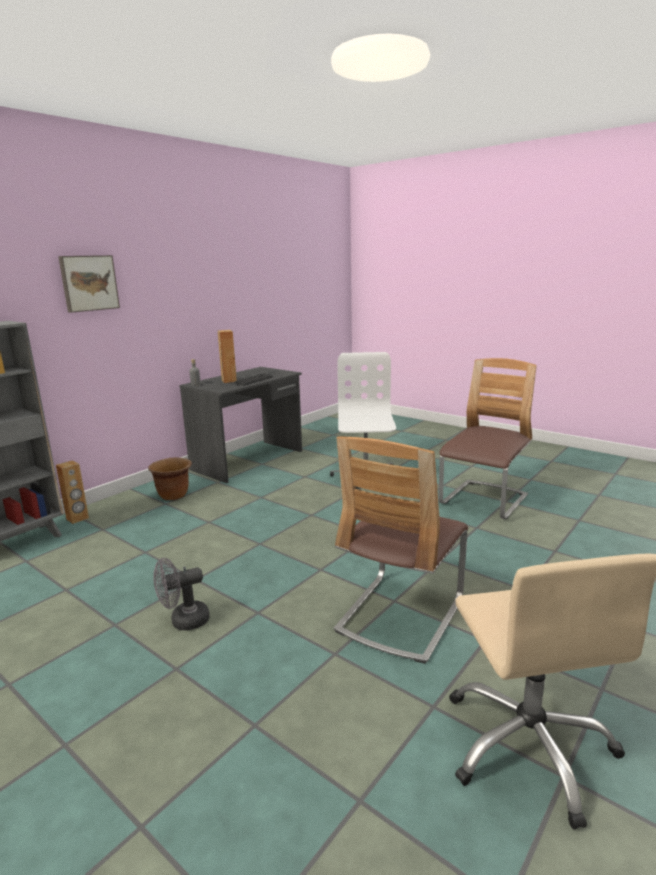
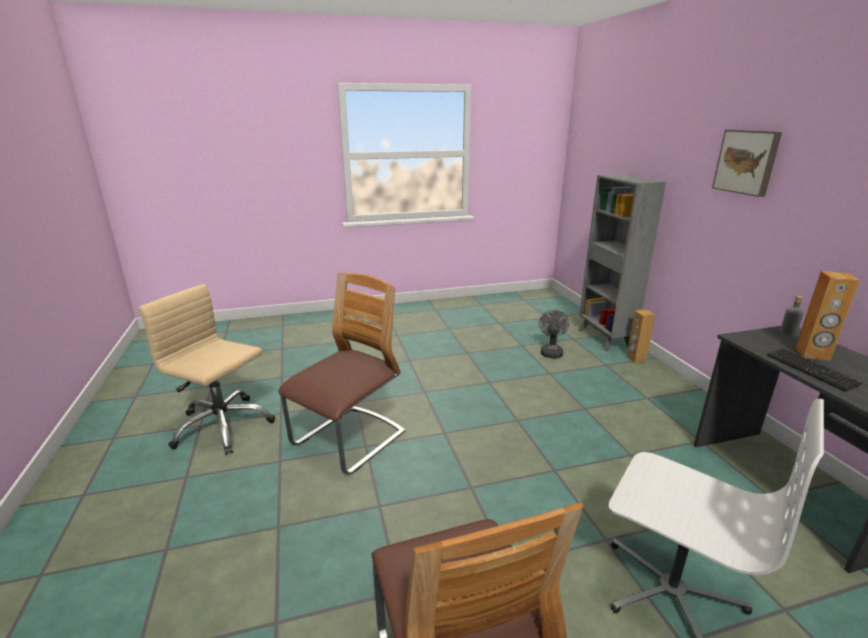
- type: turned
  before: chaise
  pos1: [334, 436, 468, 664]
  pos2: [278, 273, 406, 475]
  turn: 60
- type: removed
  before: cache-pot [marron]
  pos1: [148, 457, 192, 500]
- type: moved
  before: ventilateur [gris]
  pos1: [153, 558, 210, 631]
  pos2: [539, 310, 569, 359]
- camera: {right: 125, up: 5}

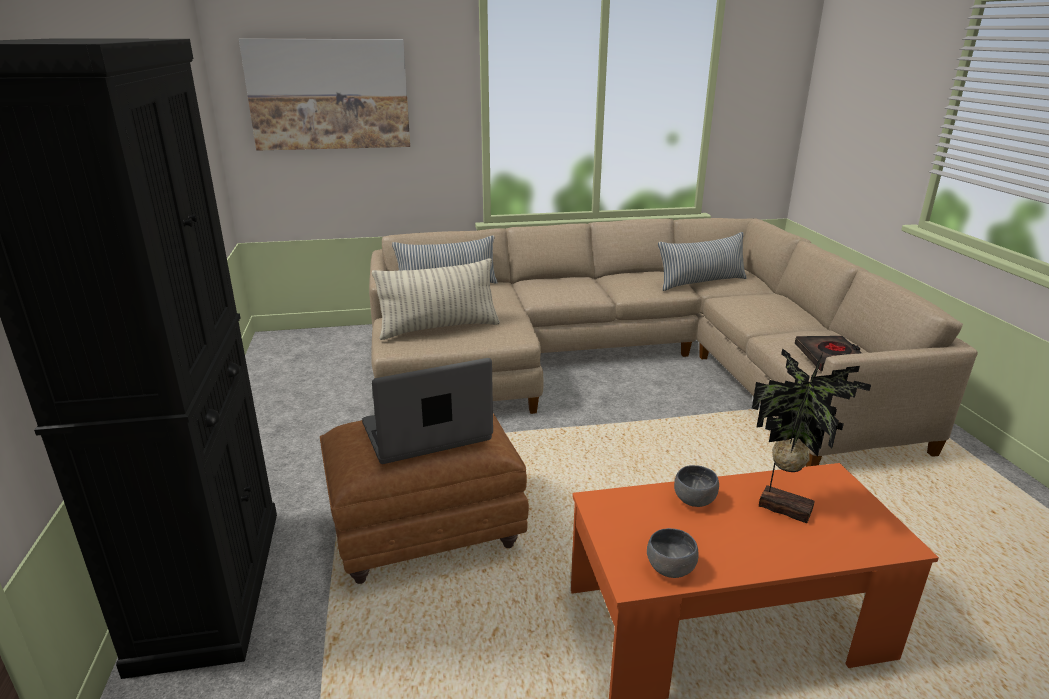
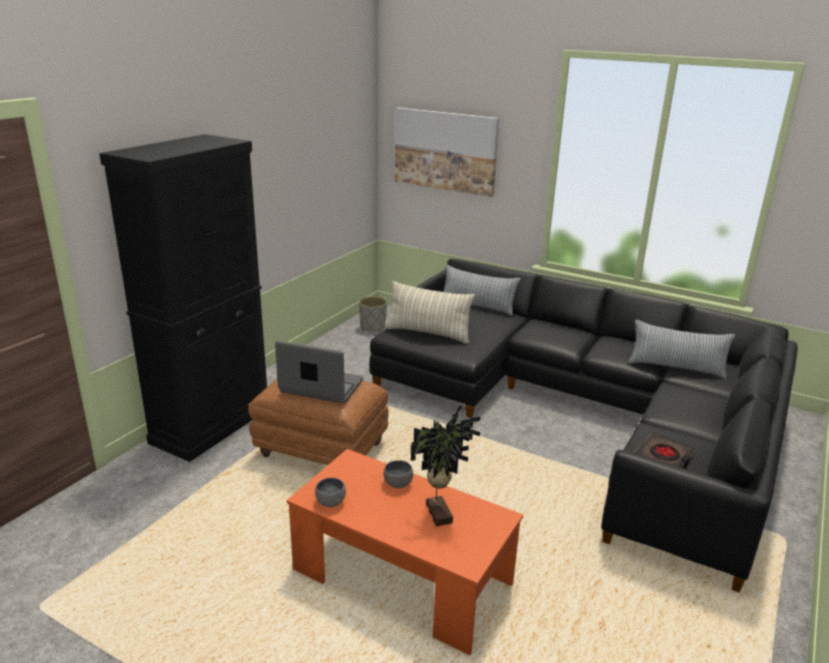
- type: recoloured
  before: canapé [beige]
  after: canapé [noir]
  pos1: [369, 218, 978, 467]
  pos2: [369, 259, 798, 592]
- type: added
  after: cache-pot [gris]
  pos2: [359, 296, 387, 332]
- camera: {right: 40, up: 0}

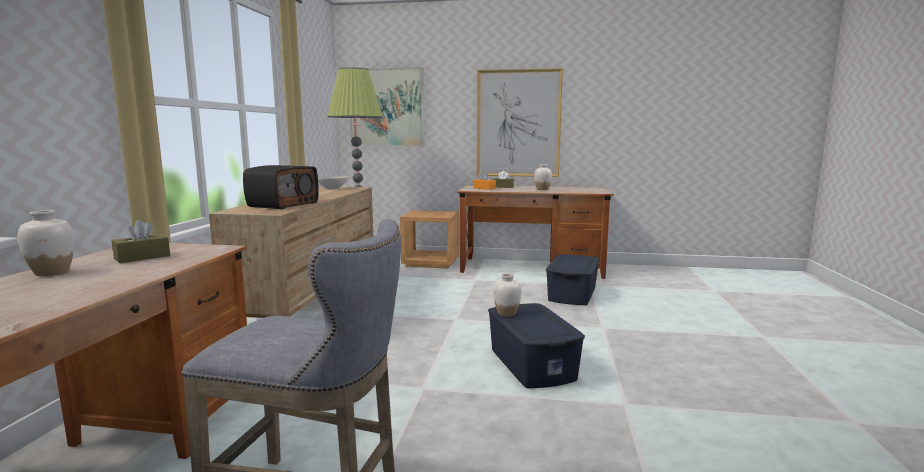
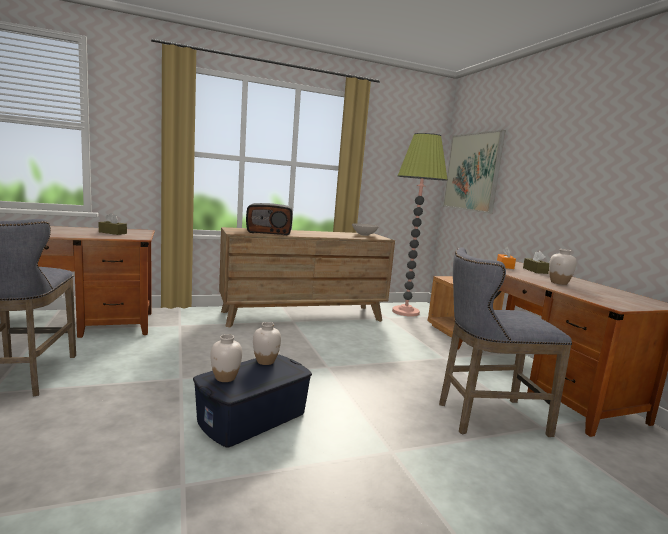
- type: removed
  before: tableau
  pos1: [477, 68, 563, 177]
- type: moved
  before: vase [blanc]
  pos1: [17, 210, 74, 276]
  pos2: [210, 334, 242, 382]
- type: replaced
  before: boîte de rangement [bleu]
  after: tabouret [gris]
  pos1: [546, 254, 600, 305]
  pos2: [439, 247, 572, 437]
- camera: {right: 60, up: 0}

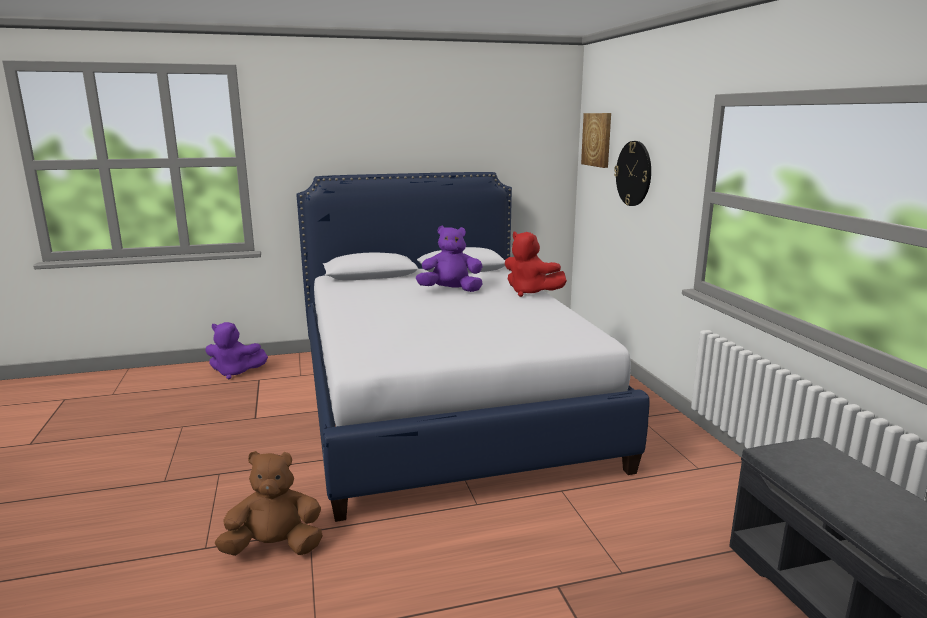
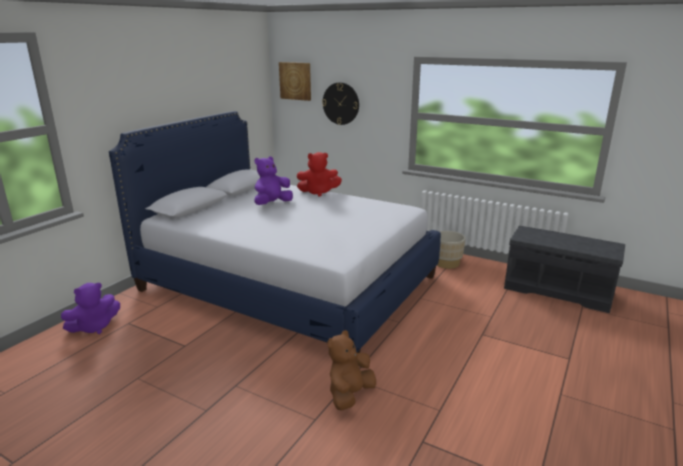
- type: added
  after: cache-pot [beige]
  pos2: [437, 231, 465, 269]
- camera: {right: -45, up: 5}

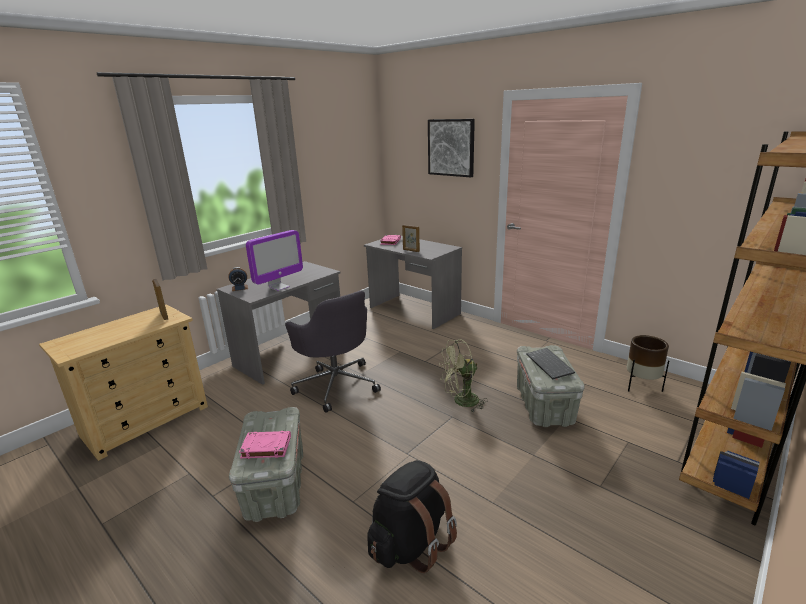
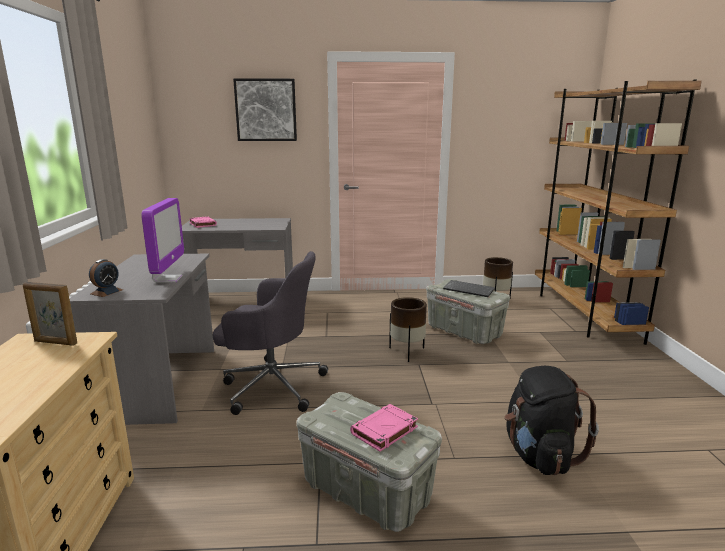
- type: removed
  before: cadre photo
  pos1: [402, 225, 420, 252]
- type: replaced
  before: ventilateur [vert]
  after: cache-pot [marron]
  pos1: [439, 339, 488, 412]
  pos2: [389, 297, 427, 362]
- camera: {right: -45, up: -5}

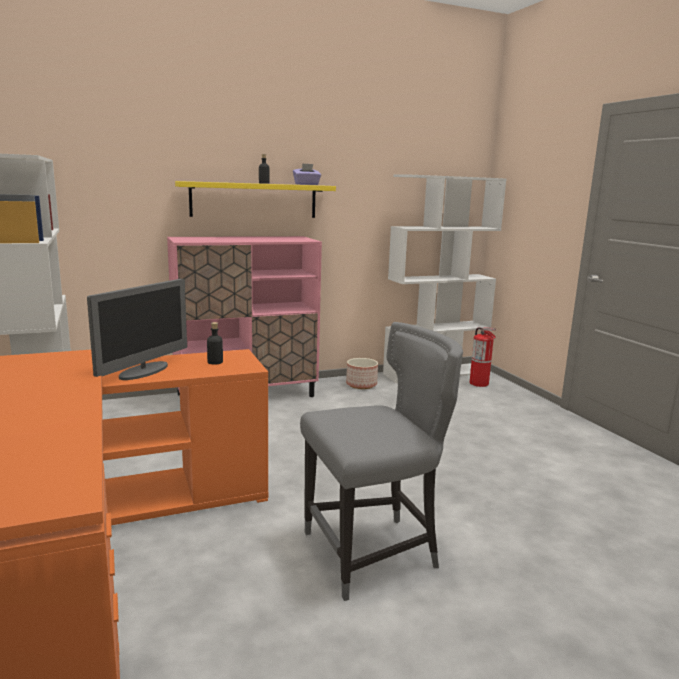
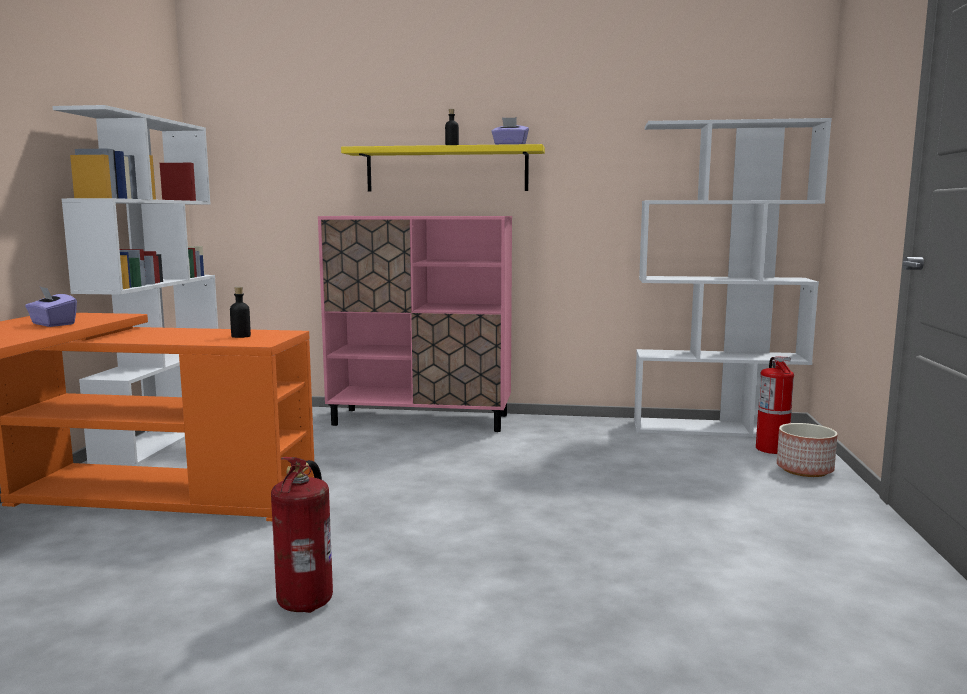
- type: removed
  before: écran d'ordinateur
  pos1: [87, 279, 187, 380]
- type: replaced
  before: chaise [gris]
  after: extincteur
  pos1: [300, 322, 463, 601]
  pos2: [271, 457, 333, 613]
- type: moved
  before: cache-pot
  pos1: [346, 358, 378, 389]
  pos2: [777, 423, 838, 477]
- type: added
  after: boîte à mouchoirs [violet]
  pos2: [25, 287, 77, 327]
- camera: {right: 30, up: -5}

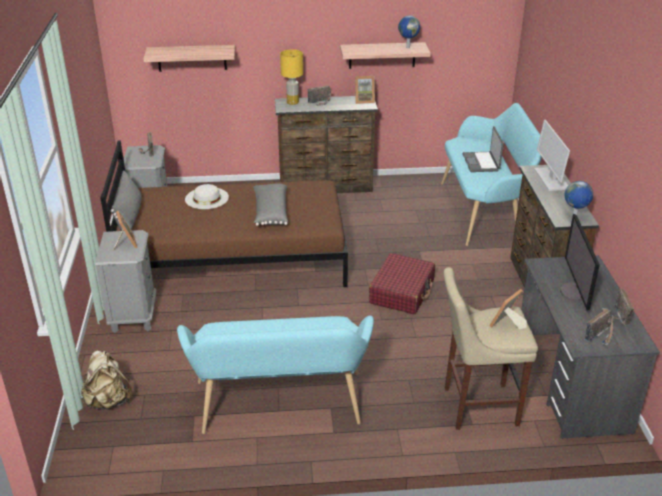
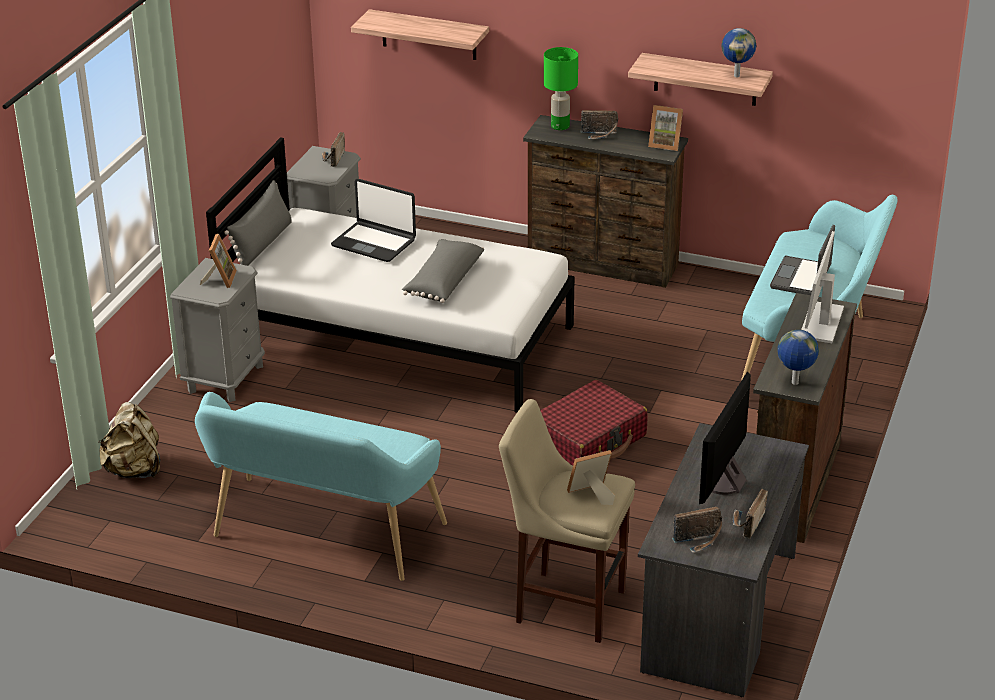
- type: recoloured
  before: lampe de table [jaune]
  after: lampe de table [vert]
  pos1: [280, 49, 303, 105]
  pos2: [544, 47, 578, 130]
- type: recoloured
  before: lit [marron]
  after: lit [blanc]
  pos1: [100, 140, 348, 287]
  pos2: [206, 137, 575, 413]
- type: replaced
  before: chapeau [blanc]
  after: ordinateur portable
  pos1: [185, 184, 229, 209]
  pos2: [331, 179, 416, 262]
- camera: {right: 25, up: 0}

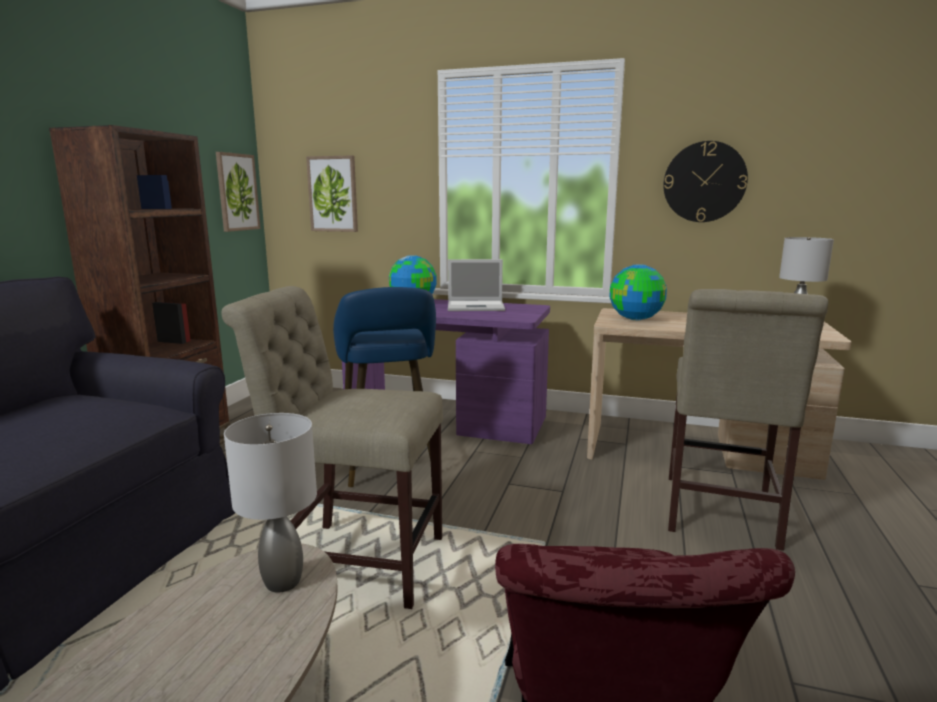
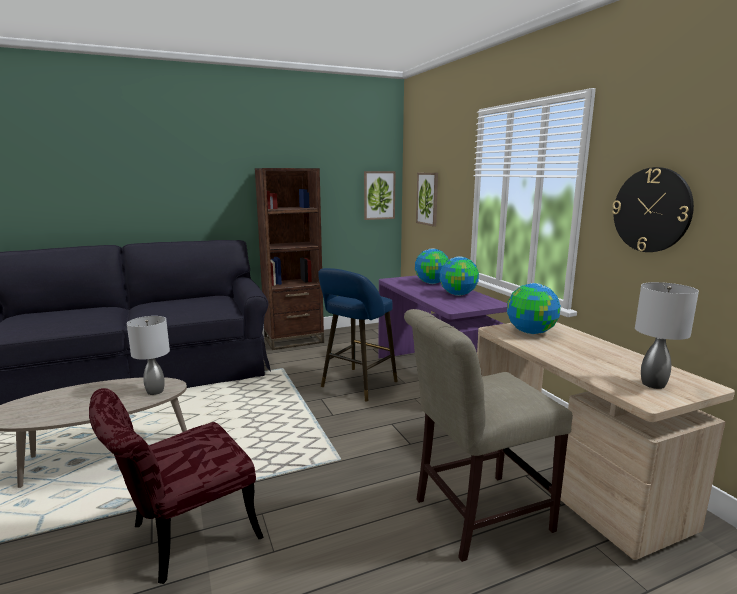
- type: replaced
  before: ordinateur portable
  after: globe
  pos1: [448, 259, 505, 311]
  pos2: [440, 256, 479, 296]
- type: removed
  before: chaise [beige]
  pos1: [221, 286, 443, 609]
- camera: {right: 50, up: 0}

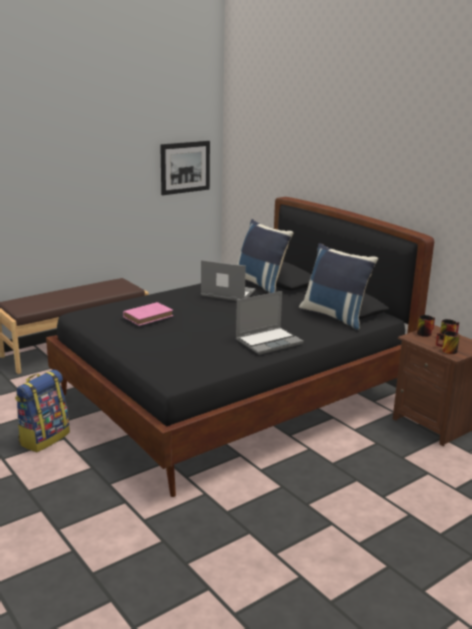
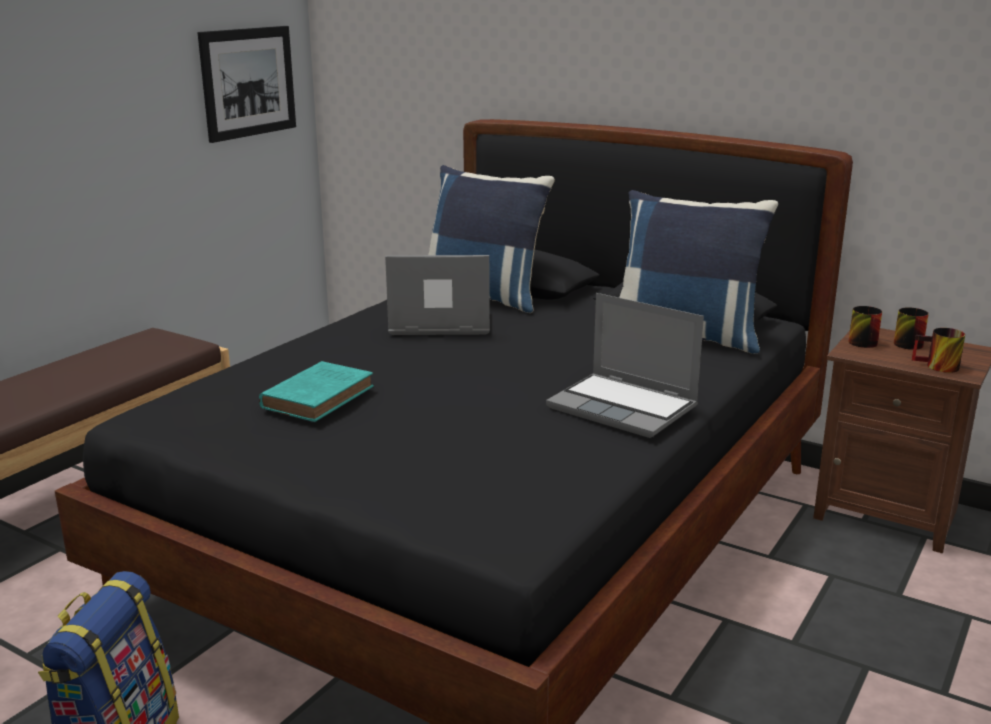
- type: turned
  before: ordinateur portable
  pos1: [236, 291, 304, 355]
  pos2: [546, 293, 704, 438]
  turn: 90
- type: recoloured
  before: livre [rose]
  after: livre [turquoise]
  pos1: [123, 302, 173, 326]
  pos2: [259, 361, 374, 422]
- camera: {right: -20, up: 0}

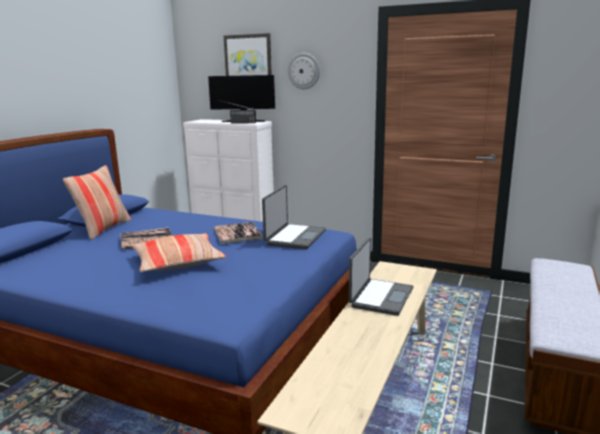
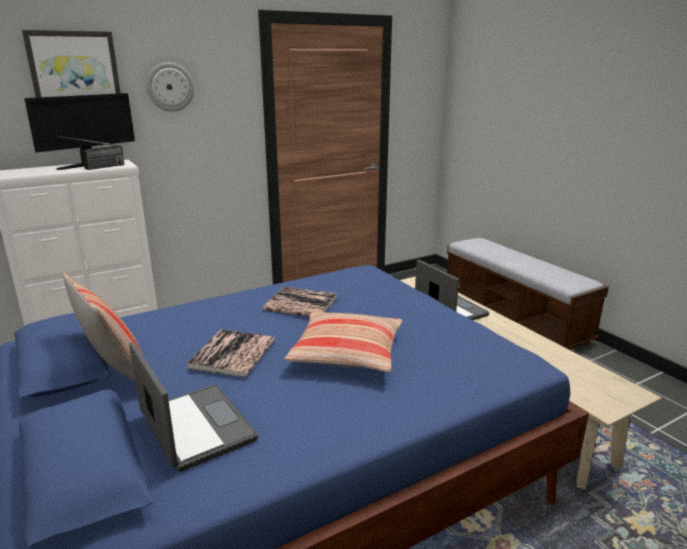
- type: moved
  before: ordinateur portable
  pos1: [262, 185, 326, 250]
  pos2: [129, 342, 258, 472]
- camera: {right: -55, up: 5}

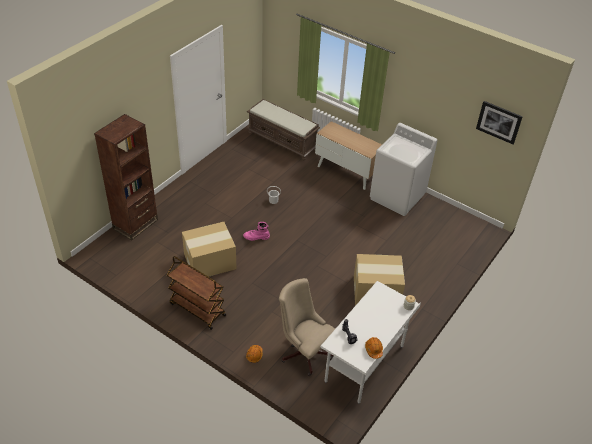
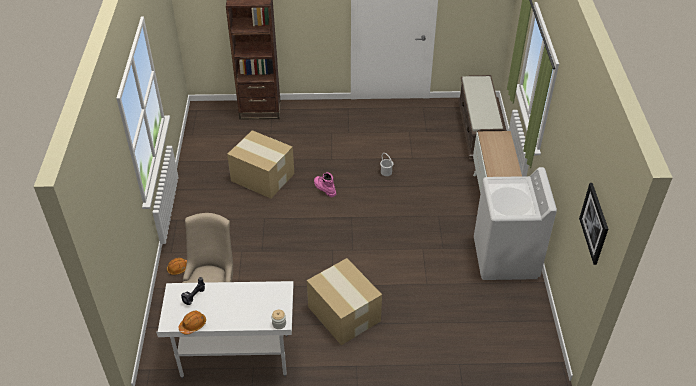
- type: removed
  before: chariot [marron]
  pos1: [167, 256, 226, 330]
- camera: {right: 55, up: 0}

